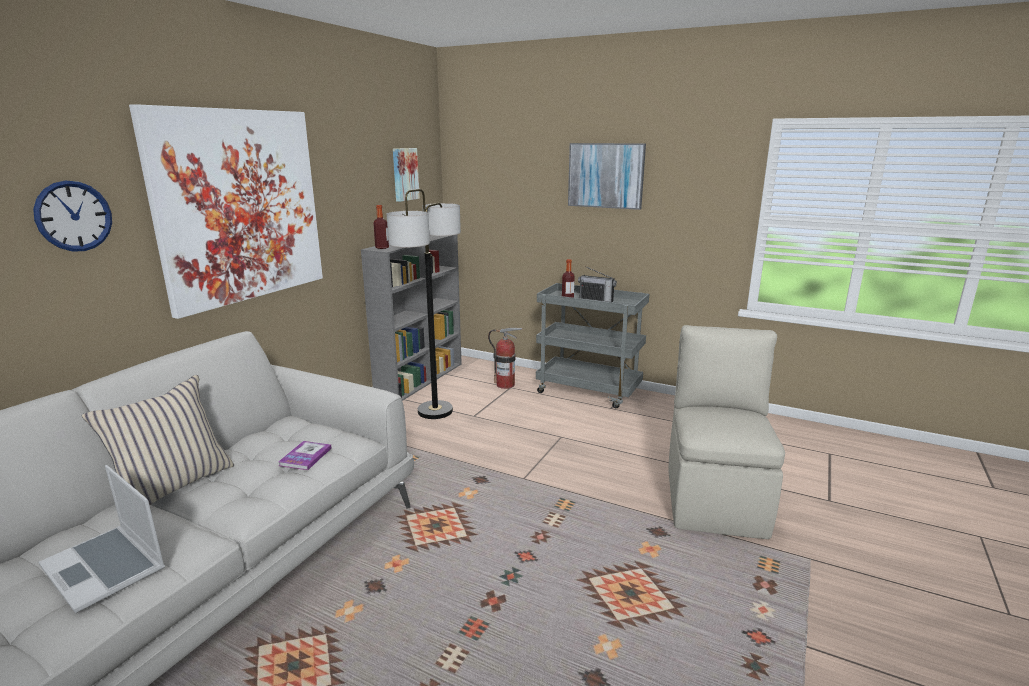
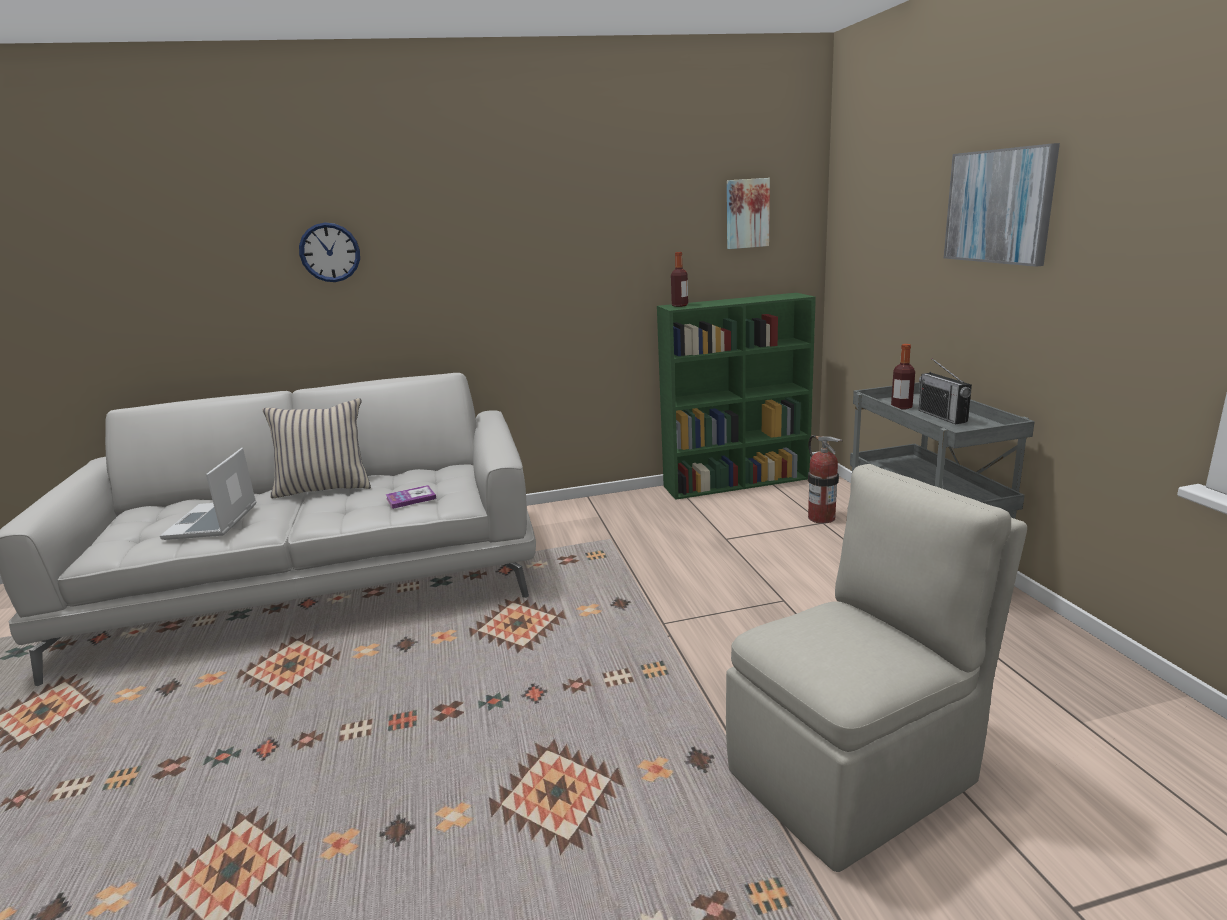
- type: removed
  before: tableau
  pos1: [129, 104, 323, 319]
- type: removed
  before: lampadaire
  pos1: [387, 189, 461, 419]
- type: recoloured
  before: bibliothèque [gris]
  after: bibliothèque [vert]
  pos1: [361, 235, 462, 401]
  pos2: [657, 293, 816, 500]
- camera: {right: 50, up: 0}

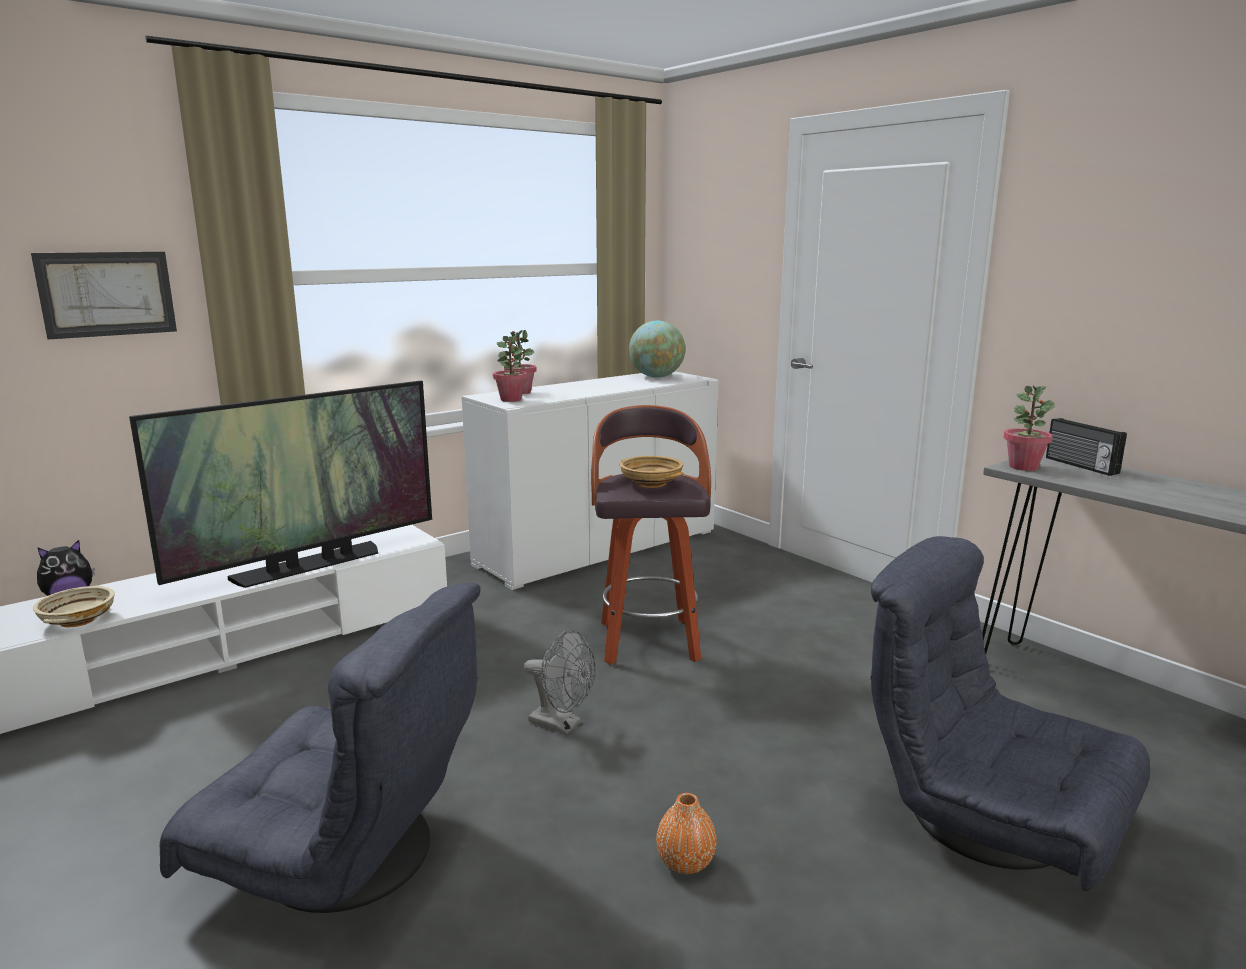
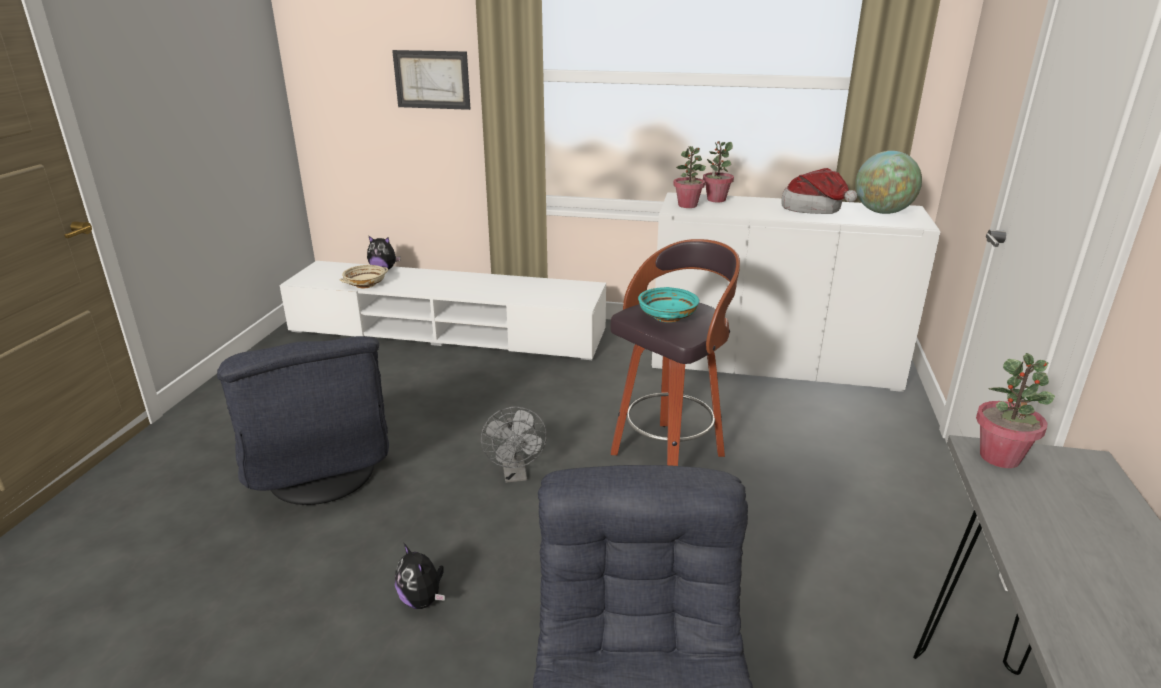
- type: removed
  before: téléviseur
  pos1: [129, 381, 432, 588]
- type: removed
  before: radio
  pos1: [1046, 418, 1127, 476]
- type: recoloured
  before: bol [beige]
  after: bol [turquoise]
  pos1: [620, 456, 684, 488]
  pos2: [638, 287, 699, 323]
- type: replaced
  before: vase [orange]
  after: peluche
  pos1: [656, 793, 717, 874]
  pos2: [395, 543, 445, 609]
- type: added
  after: chapeau
  pos2: [782, 168, 857, 214]
- camera: {right: 50, up: 10}

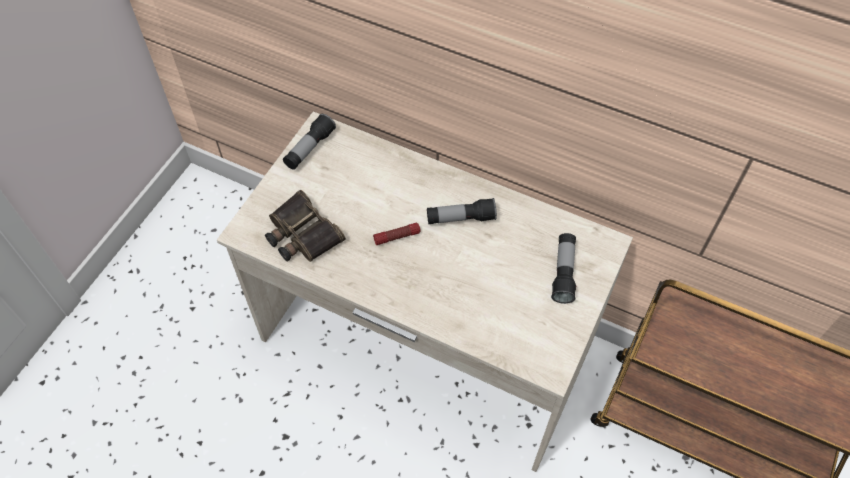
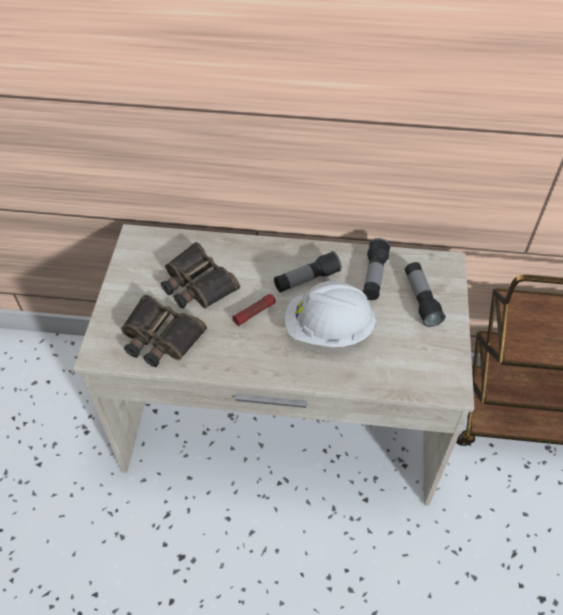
- type: moved
  before: lampe de poche
  pos1: [283, 114, 336, 170]
  pos2: [363, 238, 391, 300]
- type: added
  after: jumelles
  pos2: [161, 242, 240, 309]
- type: added
  after: casque de chantier [blanc]
  pos2: [285, 281, 376, 347]
- camera: {right: -20, up: -5}

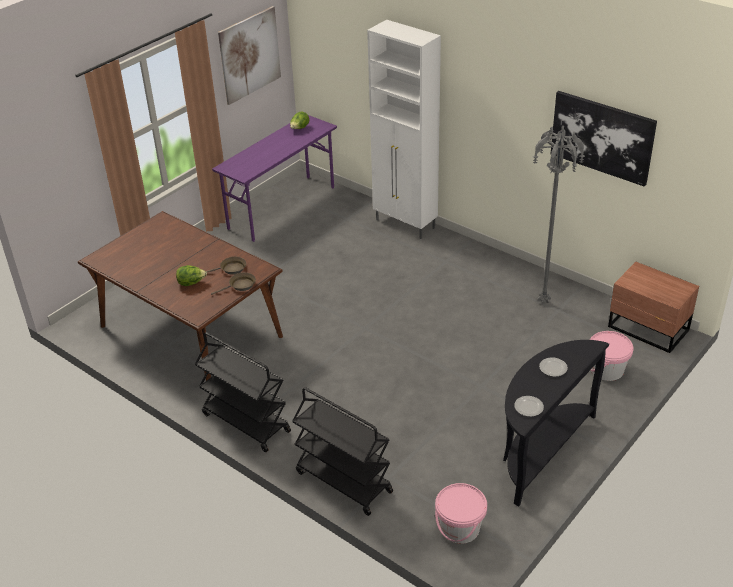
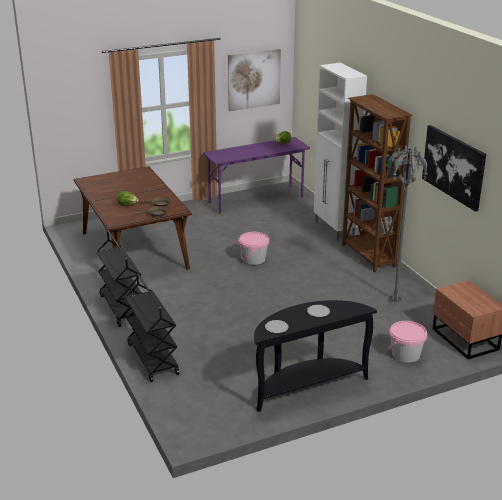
- type: moved
  before: seau [rose]
  pos1: [435, 483, 487, 544]
  pos2: [239, 232, 269, 265]
- type: added
  after: bibliothèque [marron]
  pos2: [342, 94, 412, 272]
- camera: {right: 25, up: -10}

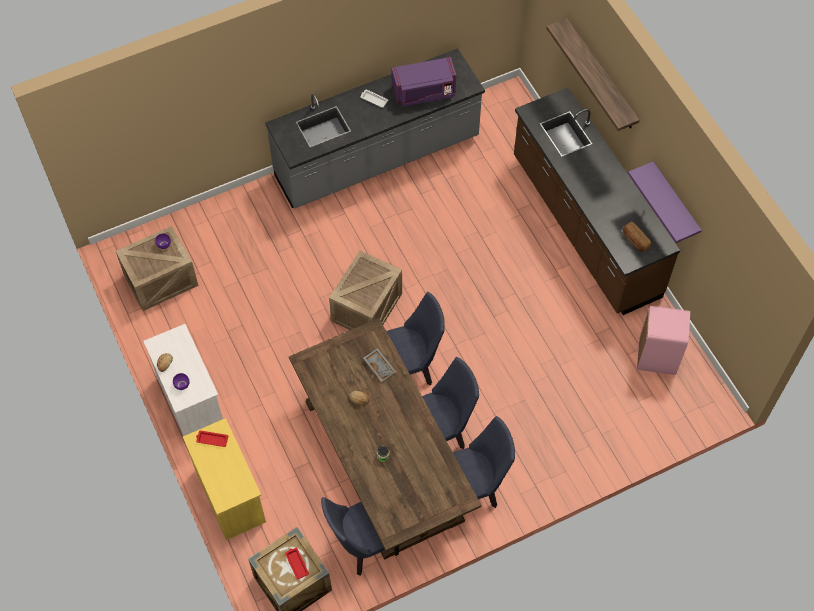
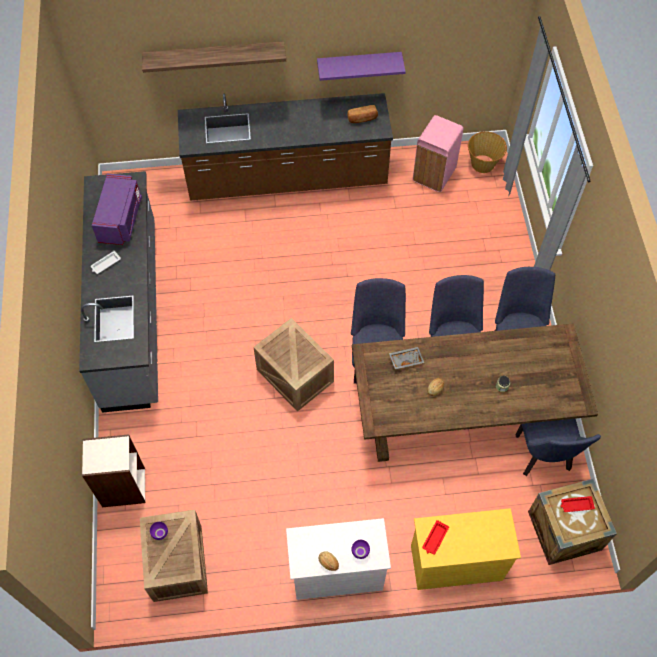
- type: added
  after: panier
  pos2: [468, 131, 507, 173]
- type: added
  after: bibliothèque
  pos2: [82, 434, 146, 507]
- camera: {right: -70, up: 0}

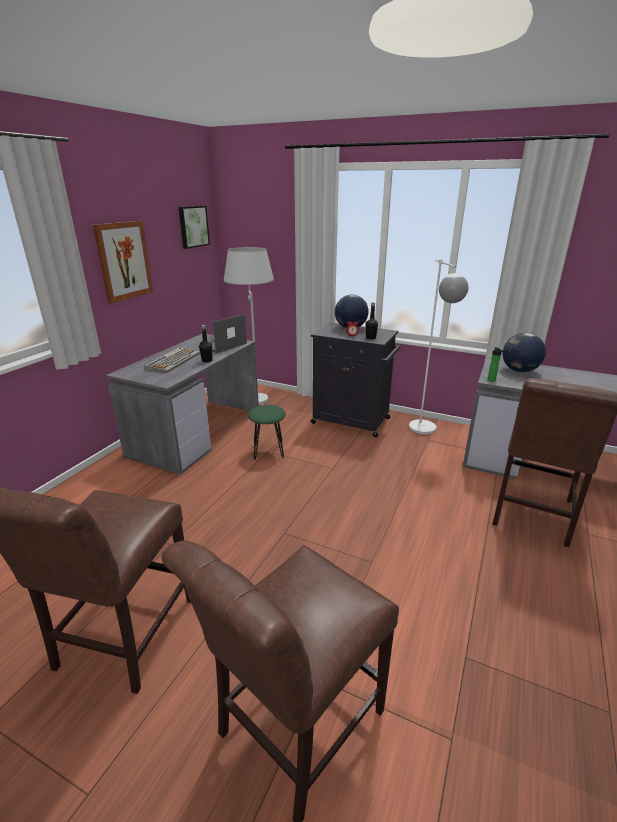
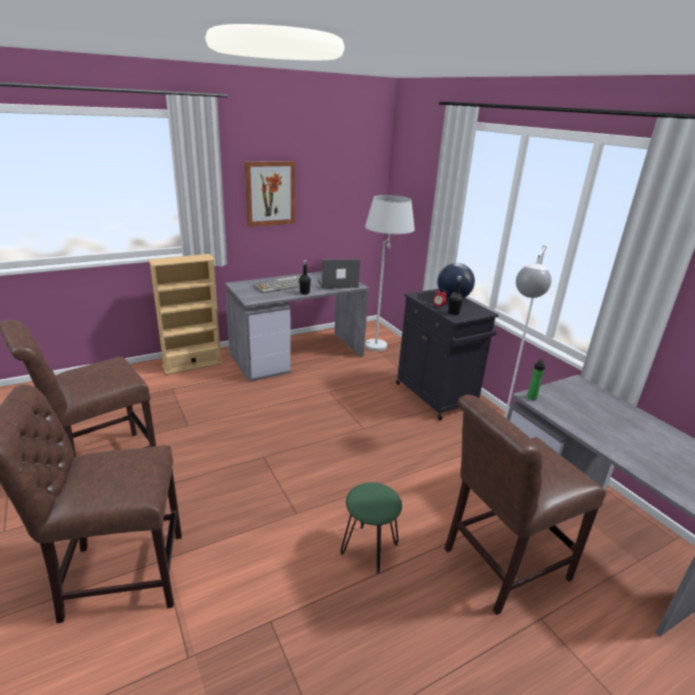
- type: removed
  before: tableau
  pos1: [178, 206, 210, 249]
- type: removed
  before: globe
  pos1: [503, 333, 546, 372]
- type: moved
  before: tabouret [vert]
  pos1: [248, 405, 286, 460]
  pos2: [340, 482, 402, 574]
- type: added
  after: bibliothèque [beige]
  pos2: [148, 254, 223, 374]
- camera: {right: 35, up: 0}

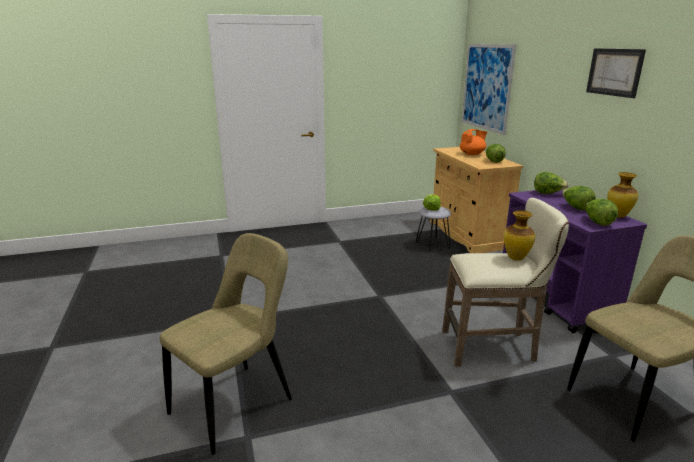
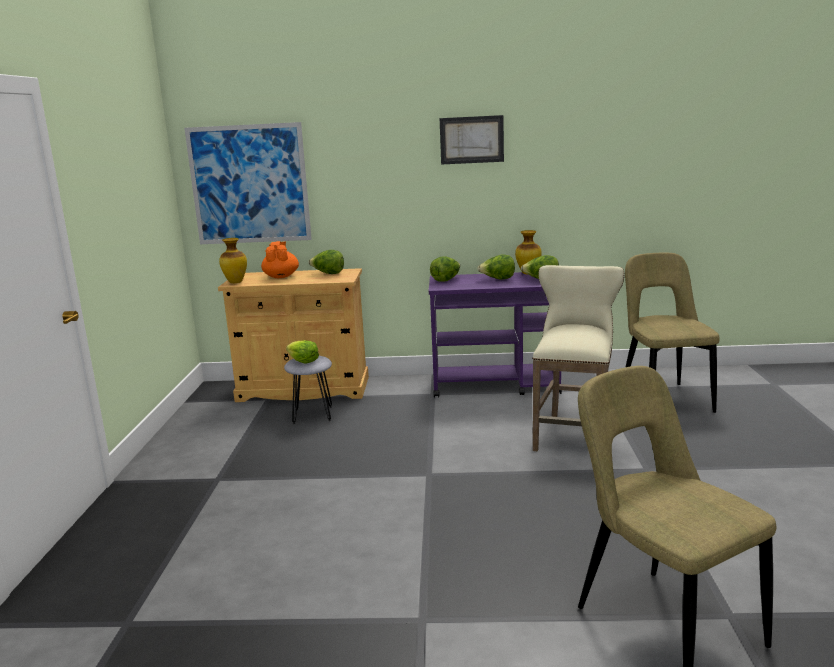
- type: moved
  before: vase
  pos1: [503, 210, 535, 261]
  pos2: [219, 238, 247, 283]
- camera: {right: -70, up: -5}

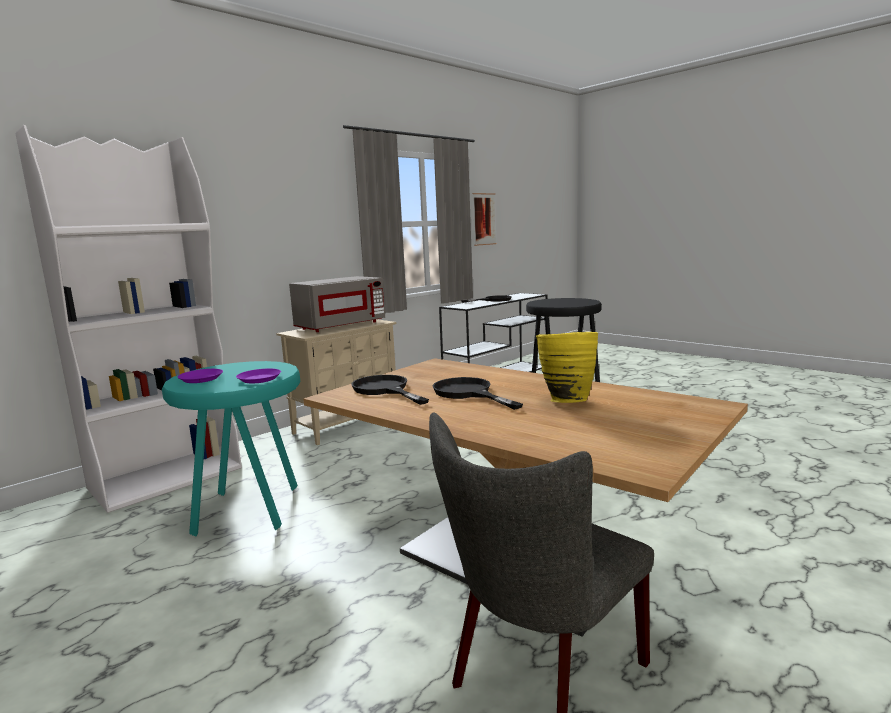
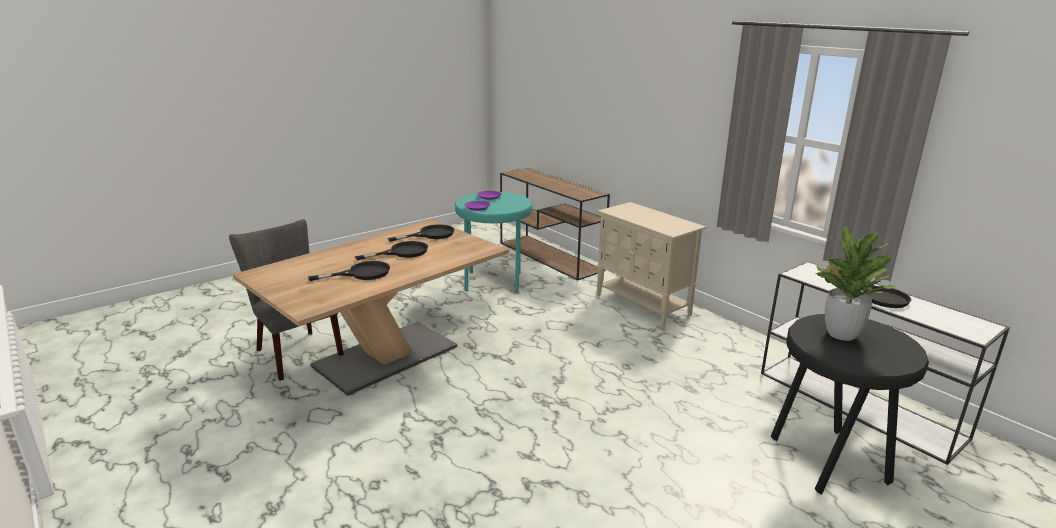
- type: replaced
  before: bibliothèque [blanc]
  after: table console [marron]
  pos1: [16, 125, 242, 513]
  pos2: [500, 168, 610, 281]
- type: removed
  before: tableau
  pos1: [473, 193, 497, 246]
- type: removed
  before: micro-ondes [gris]
  pos1: [289, 276, 385, 332]
- type: replaced
  before: vase [jaune]
  after: poêle [noir]
  pos1: [536, 332, 598, 403]
  pos2: [308, 261, 390, 281]
- type: added
  after: plante en pot
  pos2: [815, 226, 897, 341]
- camera: {right: 95, up: 10}

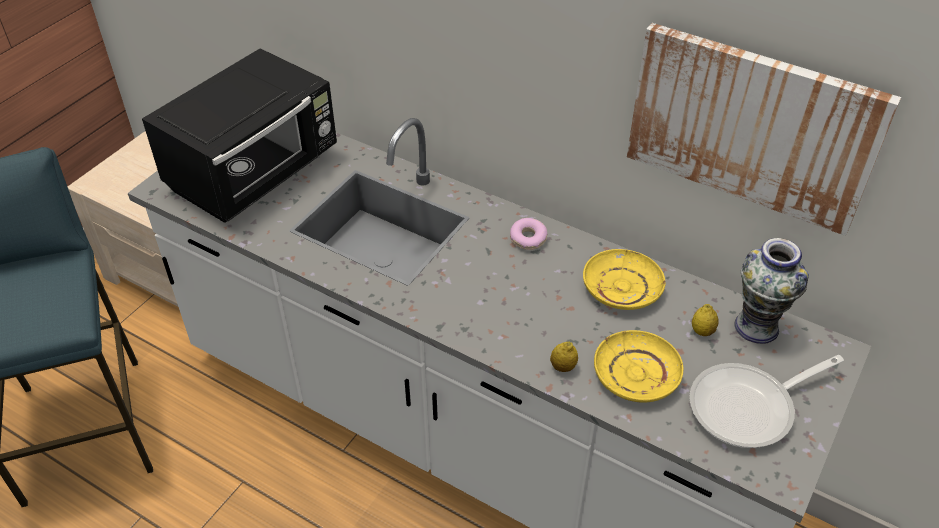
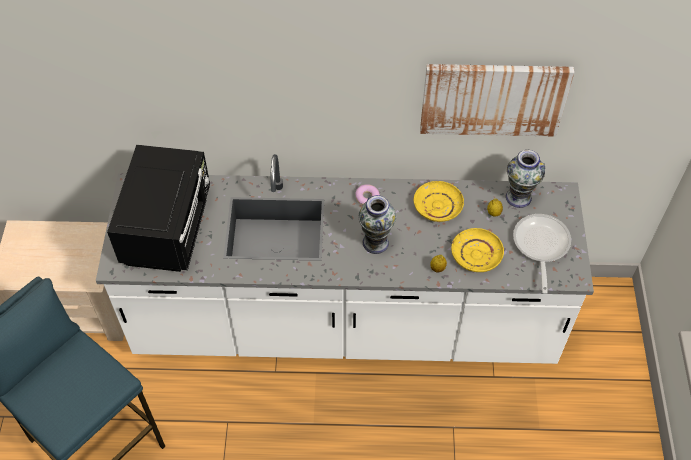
- type: turned
  before: poêle
  pos1: [689, 355, 844, 448]
  pos2: [513, 214, 571, 294]
  turn: 150
- type: added
  after: vase
  pos2: [358, 195, 396, 254]
- camera: {right: -30, up: 10}

